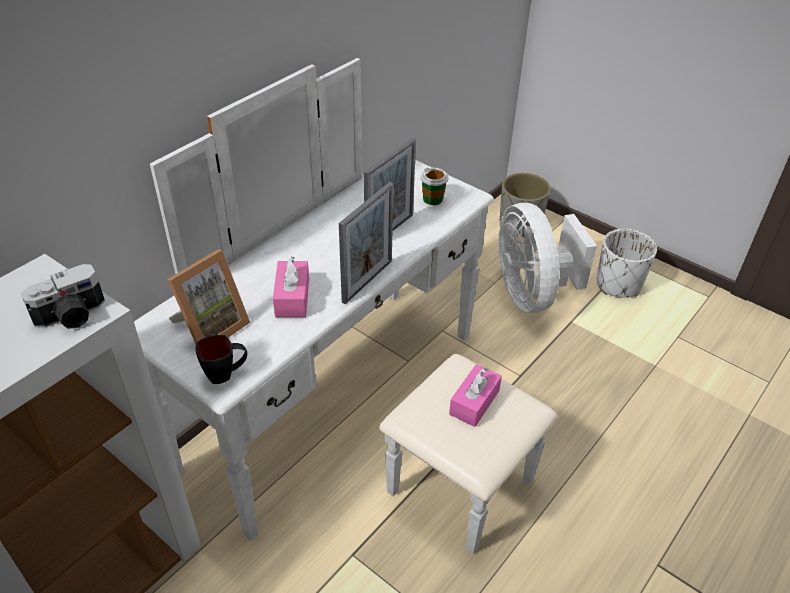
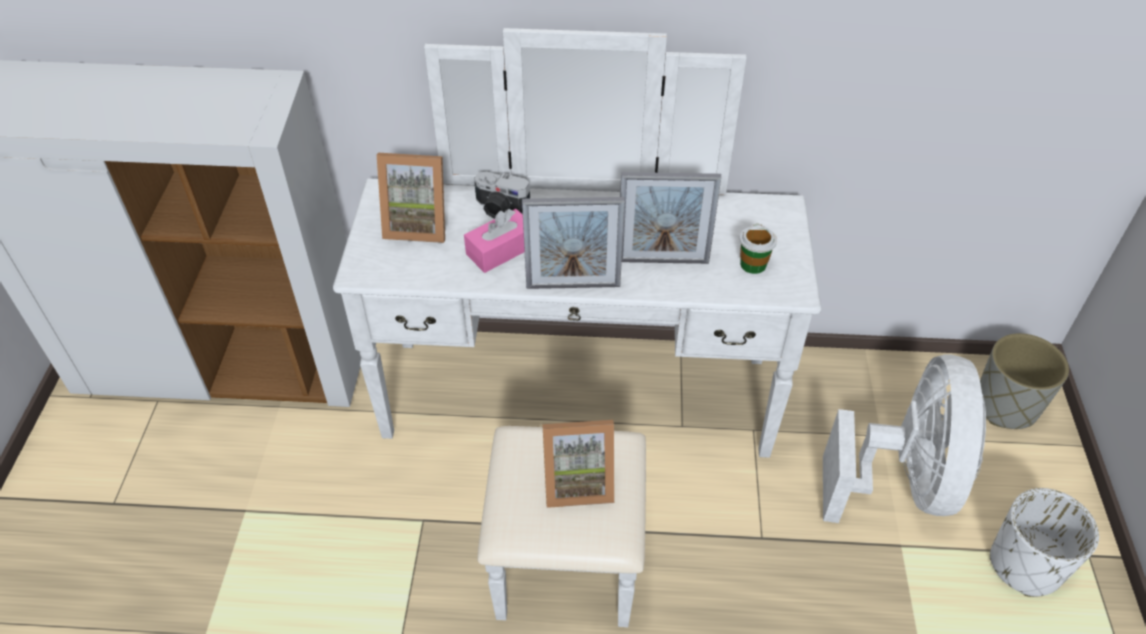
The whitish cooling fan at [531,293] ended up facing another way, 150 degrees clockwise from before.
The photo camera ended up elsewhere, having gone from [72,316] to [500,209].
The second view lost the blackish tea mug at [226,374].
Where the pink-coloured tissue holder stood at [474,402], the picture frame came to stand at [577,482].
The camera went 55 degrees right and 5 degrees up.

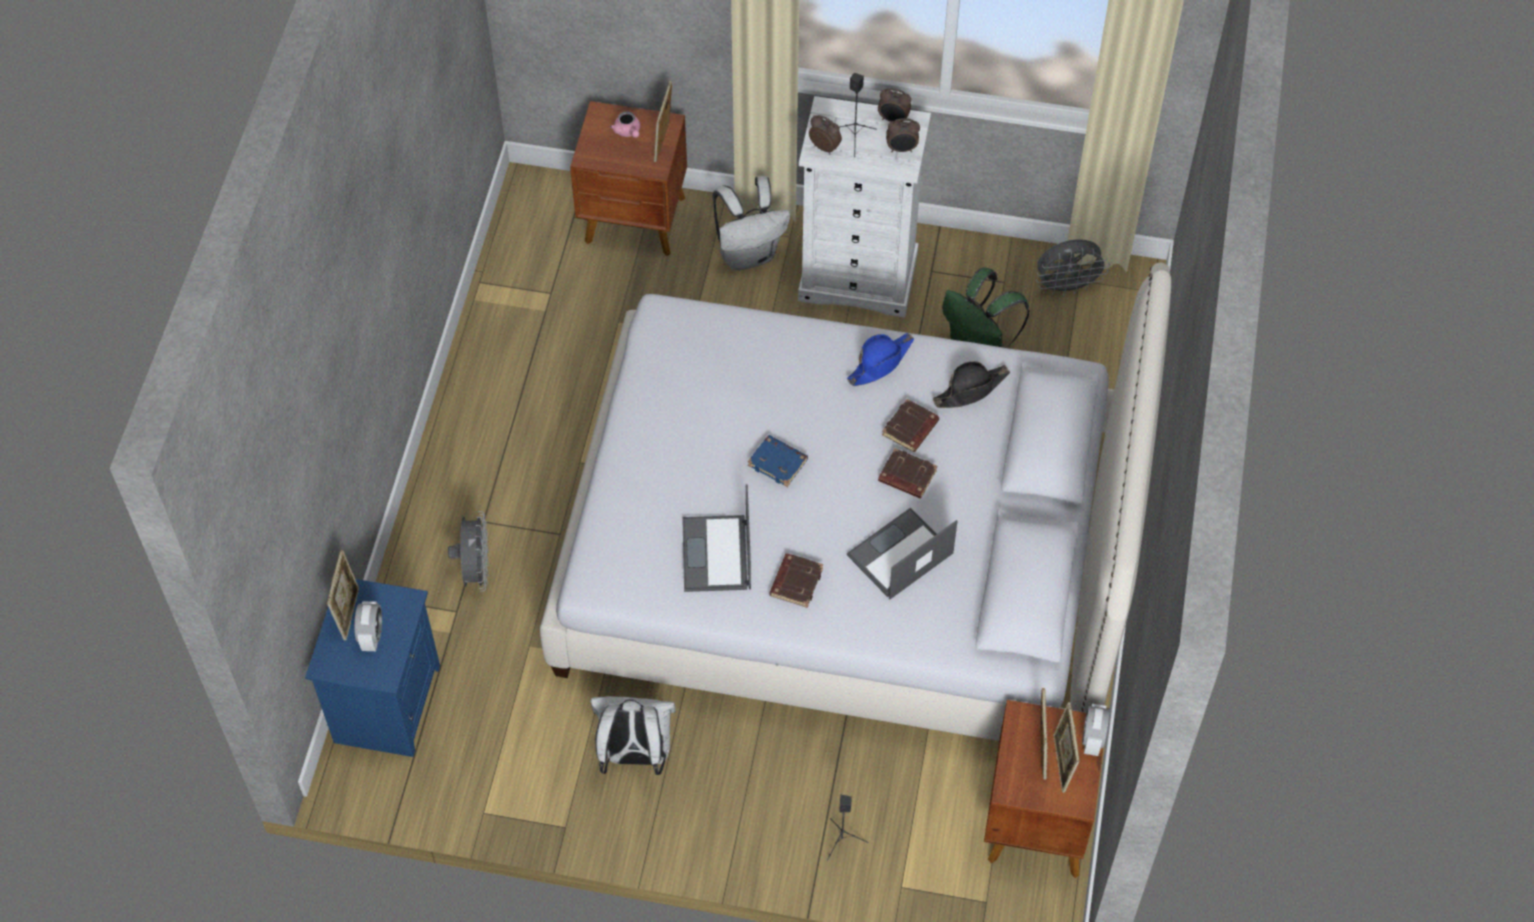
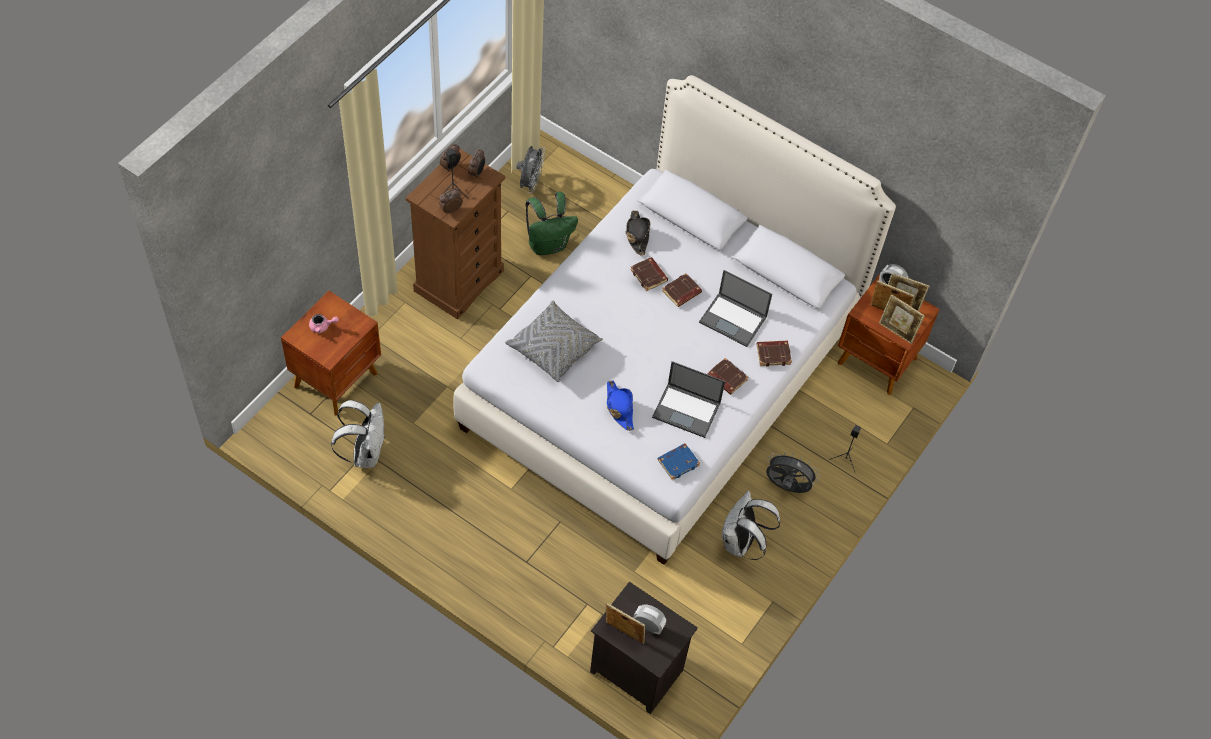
The picture frame ended up elsewhere, having gone from [663,142] to [896,332].
What was the whitish dresser at [859,277] turned into the brownish dresser at [459,280].
The whitish rucksack ended up elsewhere, having gone from [749,254] to [365,452].
The blue wearable hat ended up elsewhere, having gone from [880,362] to [619,407].
The blue bound book ended up elsewhere, having gone from [778,463] to [678,462].
The portable computer at [899,555] ended up facing another way, 45 degrees counterclockwise from before.
The gray cooling fan ended up elsewhere, having gone from [475,571] to [786,487].
What was the blue nightstand at [386,702] turned into the blackish nightstand at [634,671].
The second view gained the gray pillow at [554,348].
The second view gained the brownish bound book at [773,354].
The camera went 70 degrees left and 0 degrees up.

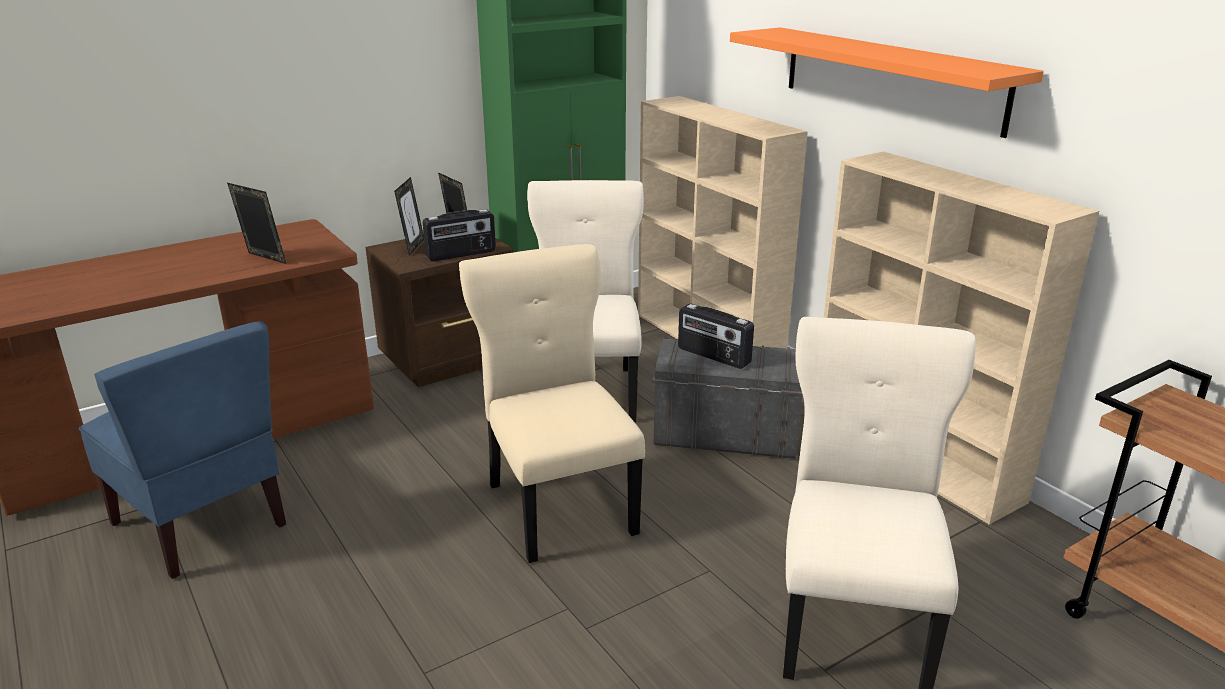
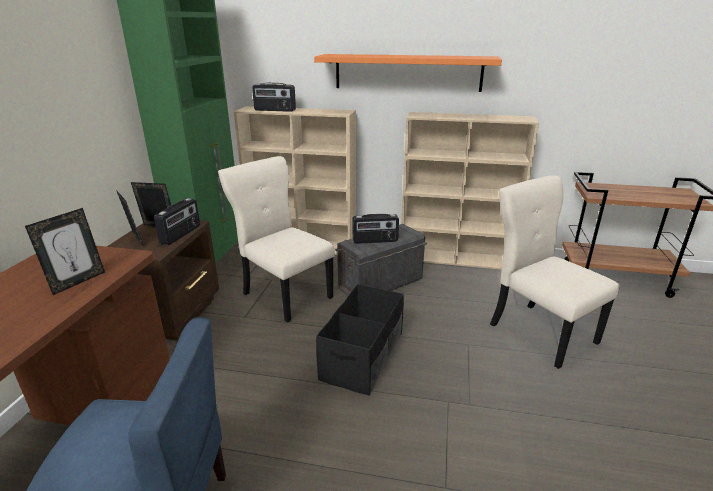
The picture frame at [263,259] ended up facing another way, 135 degrees clockwise from before.
Where the beige-coloured plain chair stood at [559,504], the blackish storage box came to stand at [363,356].
The second view gained the radio set at [275,110].
The camera went 45 degrees left and 0 degrees up.

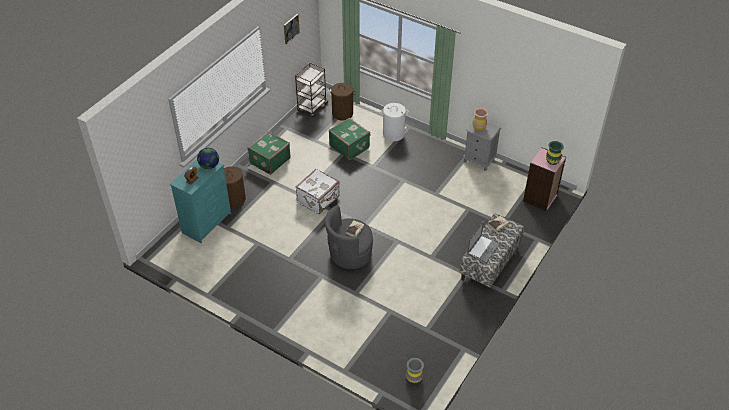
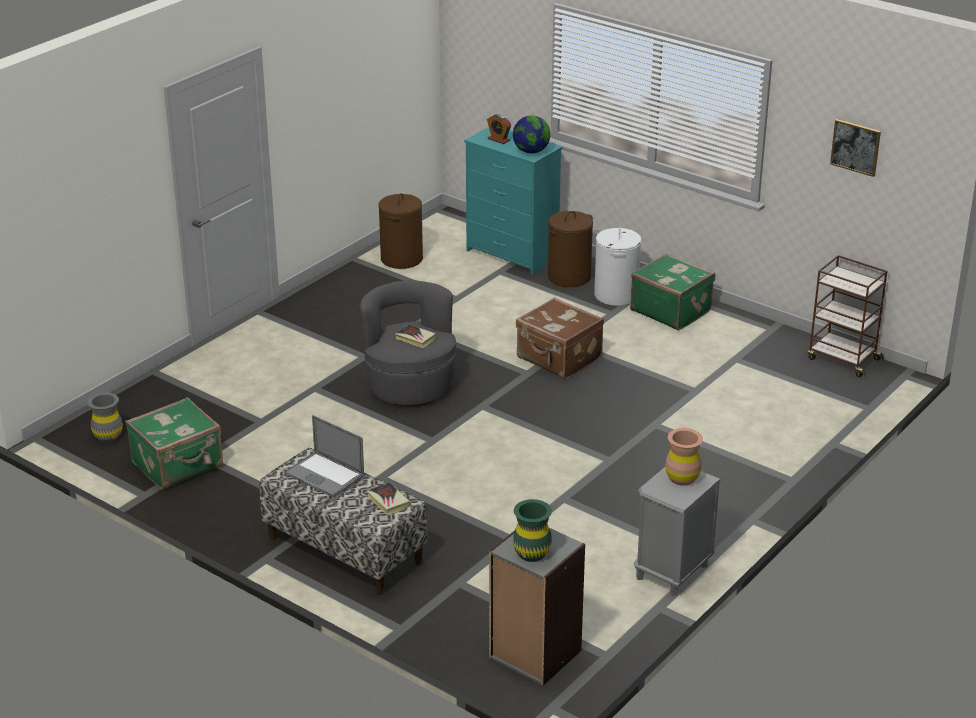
The brownish hamper ended up elsewhere, having gone from [342,113] to [401,259].
The whitish hamper ended up elsewhere, having gone from [393,134] to [616,295].
The green-coloured suitcase ended up elsewhere, having gone from [349,146] to [178,465].
What was the pink-coloured bookshelf at [540,198] turned into the gray bookshelf at [534,654].
What was the whitish suitcase at [319,200] turned into the brownish suitcase at [558,359].
The camera went 95 degrees right and 15 degrees down.

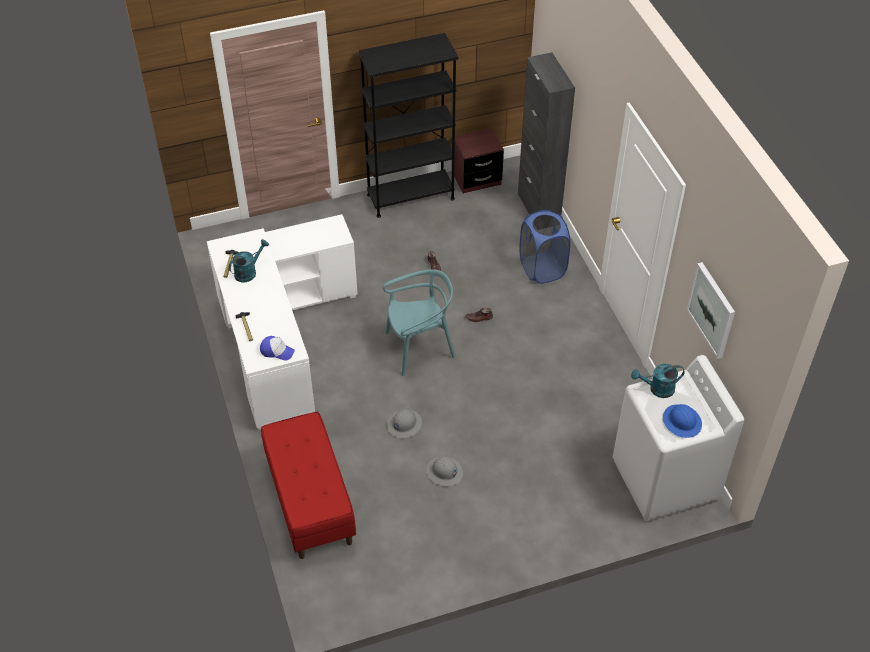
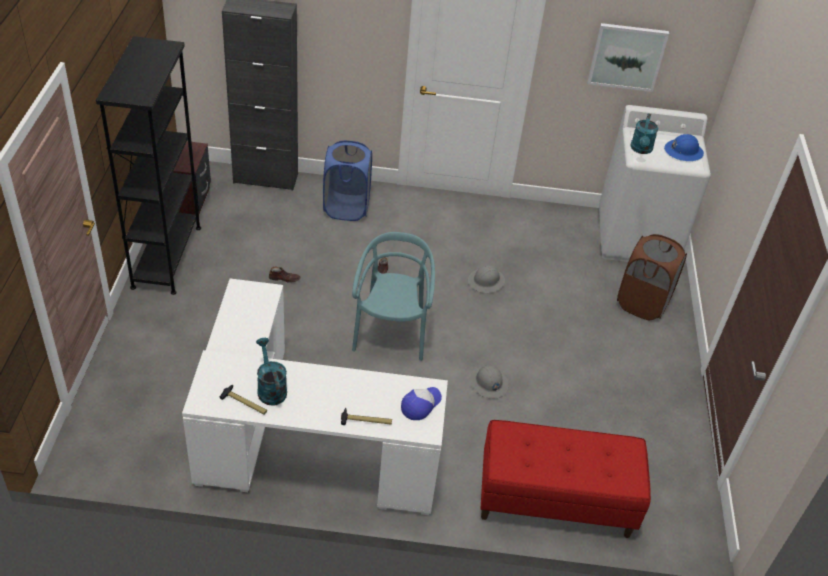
The gray hard hat ended up elsewhere, having gone from [444,472] to [486,281].
The second view gained the brownish hamper at [642,303].
The camera went 70 degrees left and 5 degrees down.

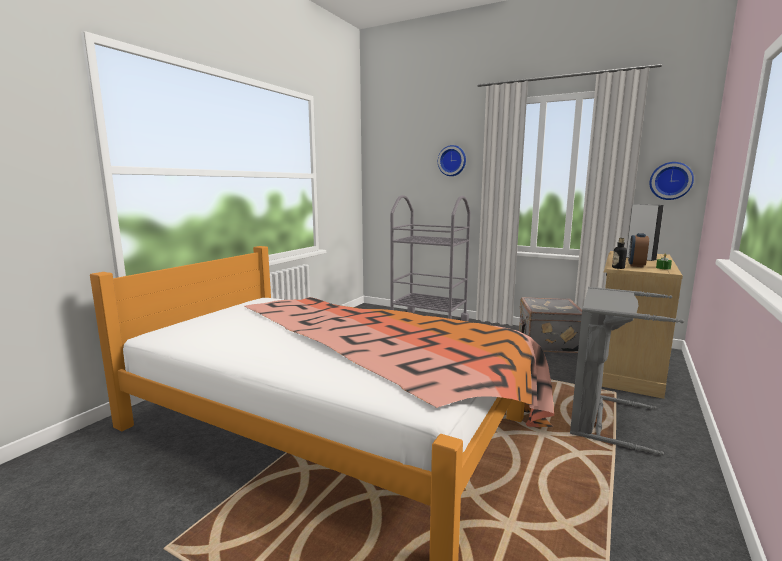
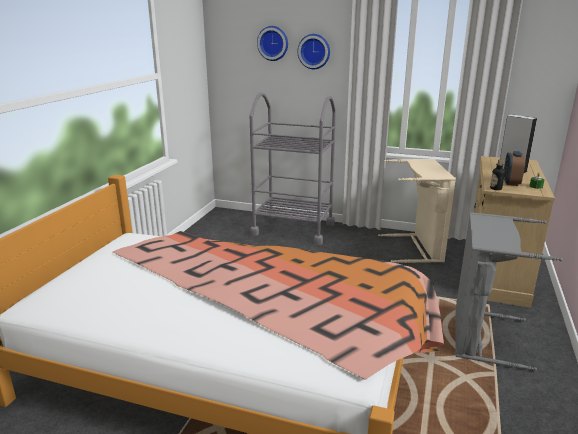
The hanging clock ended up elsewhere, having gone from [670,181] to [273,43].
Where the gray suitcase stood at [547,342], the beige-coloured hamper came to stand at [417,248].
The camera went 10 degrees left and 10 degrees up.

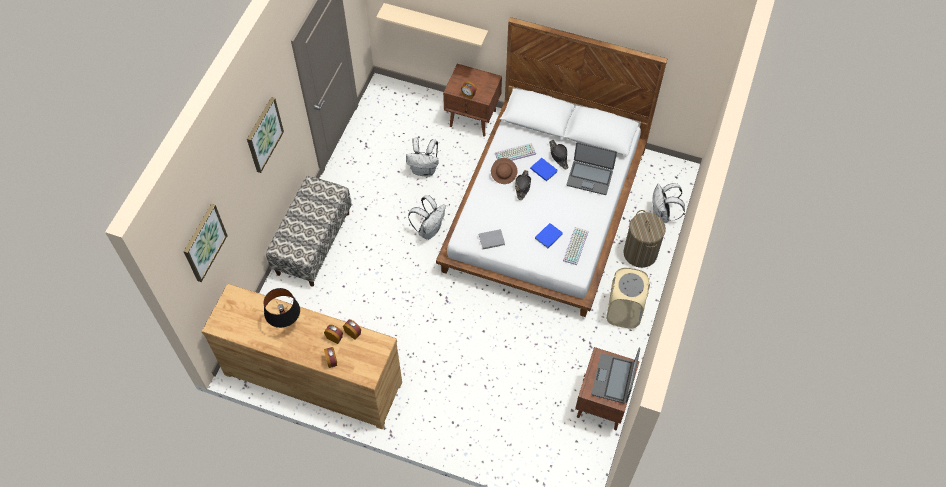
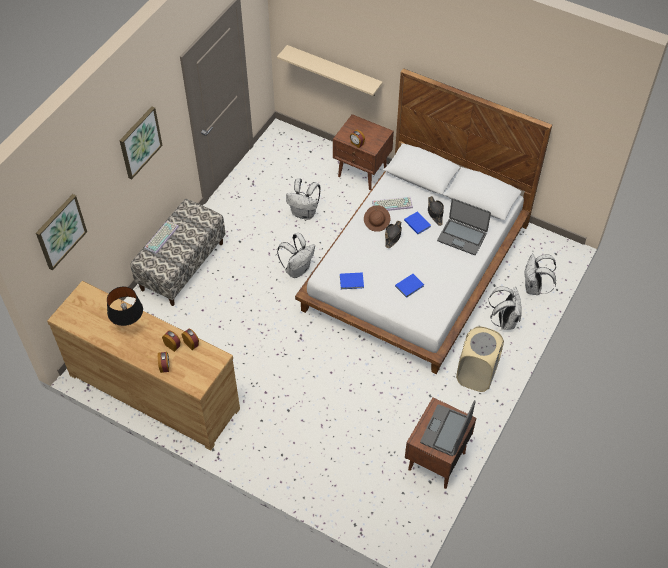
Where the hamper stood at [640,253], the whitish rucksack came to stand at [504,321].
The PC keyboard ended up elsewhere, having gone from [575,245] to [161,236].
What was the gray bound book at [492,240] turned into the blue bound book at [352,282].
The camera went 10 degrees right and 5 degrees down.

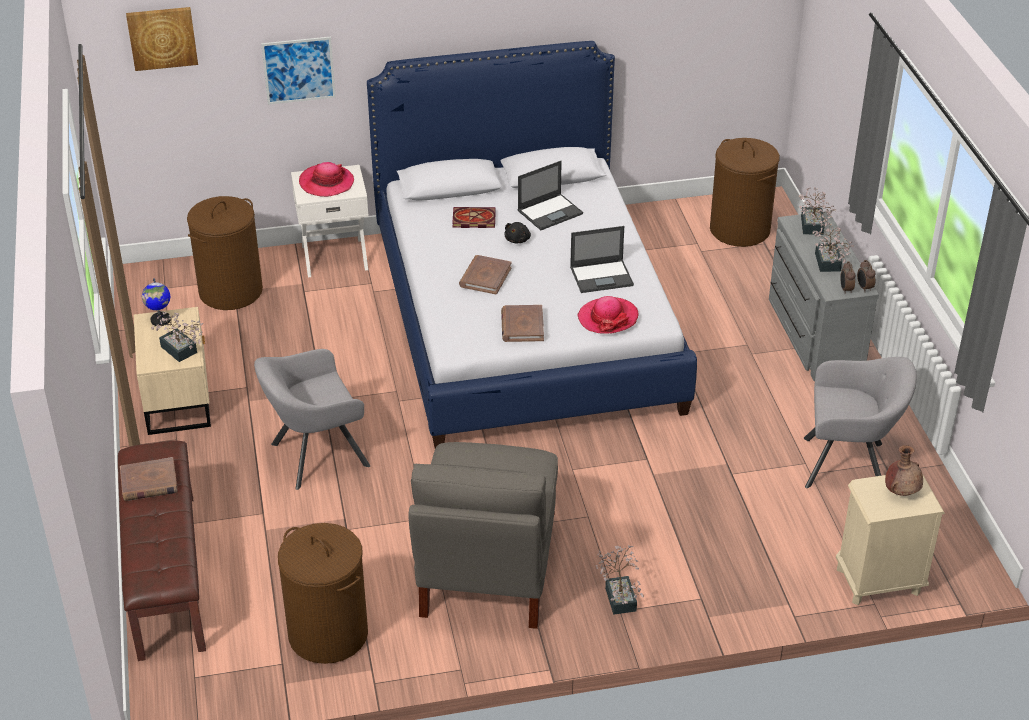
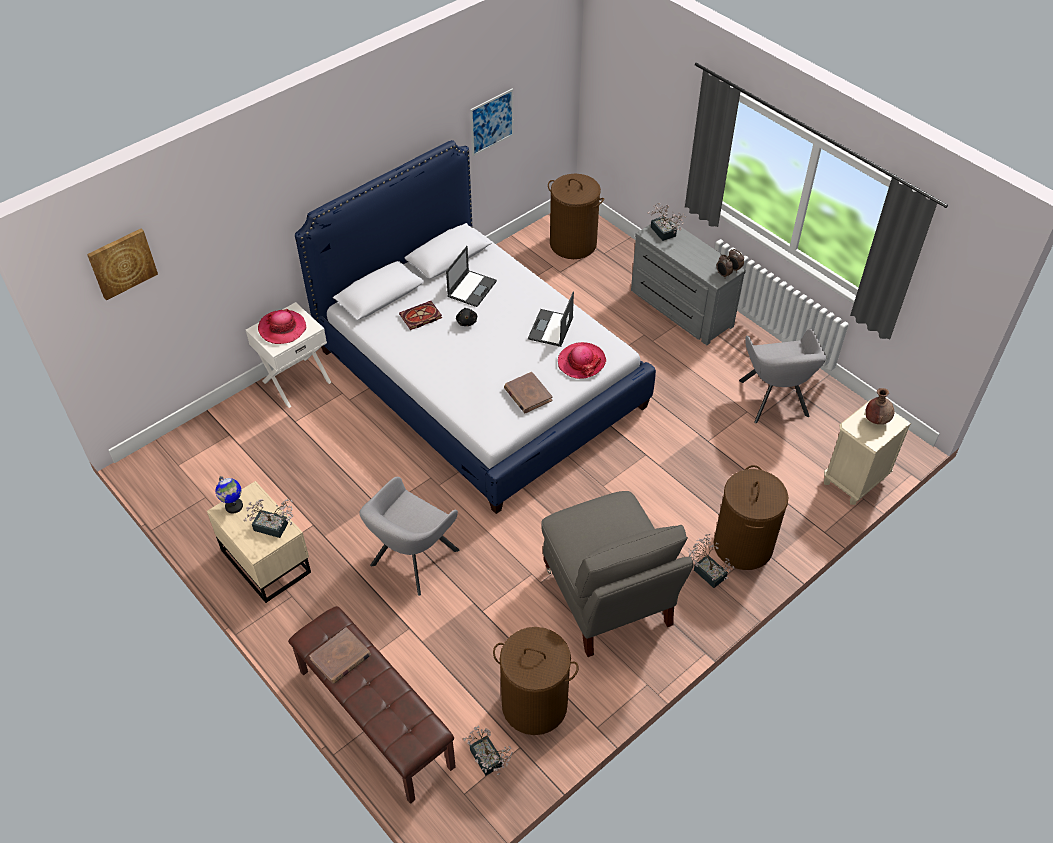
The wall picture ended up elsewhere, having gone from [298,70] to [491,122].
The brownish hamper ended up elsewhere, having gone from [230,291] to [742,545].
The potted plant ended up elsewhere, having gone from [828,264] to [488,761].
The portable computer at [602,276] ended up facing another way, 150 degrees clockwise from before.
The second view lost the brownish bound book at [485,277].
The gray lounge chair at [849,465] ended up facing another way, 105 degrees clockwise from before.
The camera went 30 degrees left and 10 degrees up.

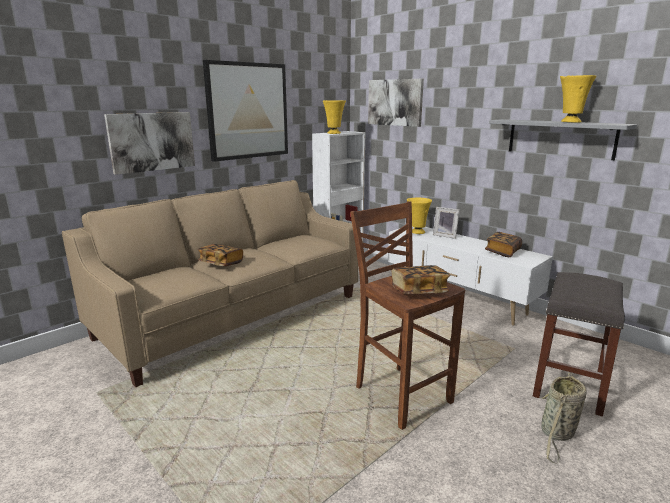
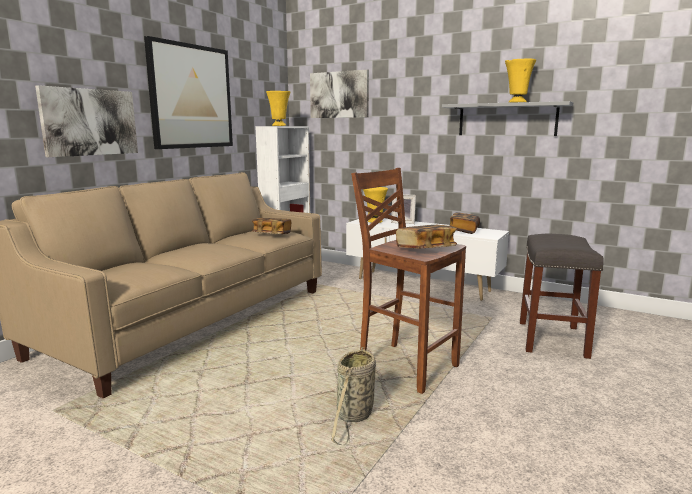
The bound book ended up elsewhere, having gone from [221,263] to [272,234].
The basket ended up elsewhere, having gone from [557,434] to [354,416].
The camera went 15 degrees left and 5 degrees down.

